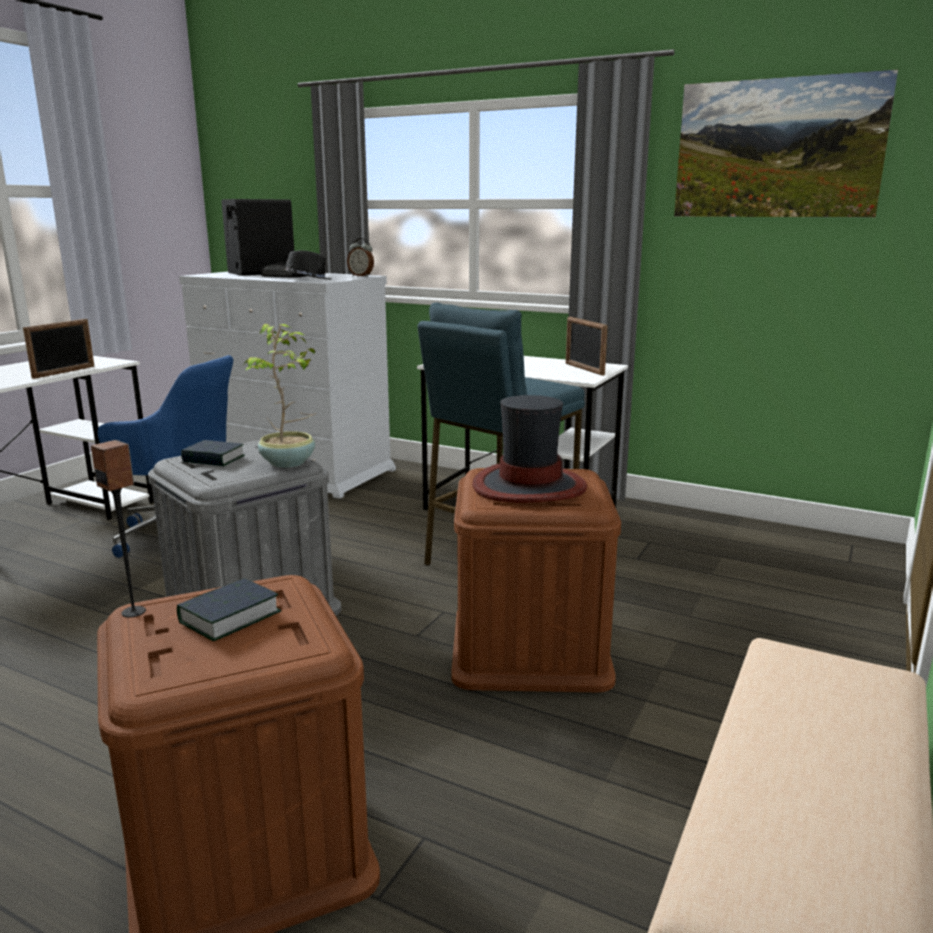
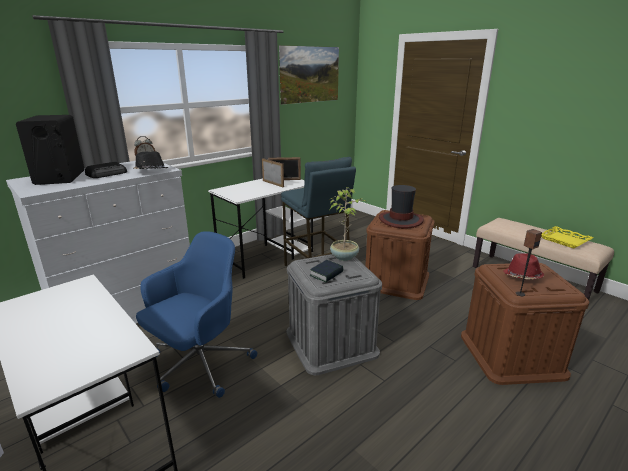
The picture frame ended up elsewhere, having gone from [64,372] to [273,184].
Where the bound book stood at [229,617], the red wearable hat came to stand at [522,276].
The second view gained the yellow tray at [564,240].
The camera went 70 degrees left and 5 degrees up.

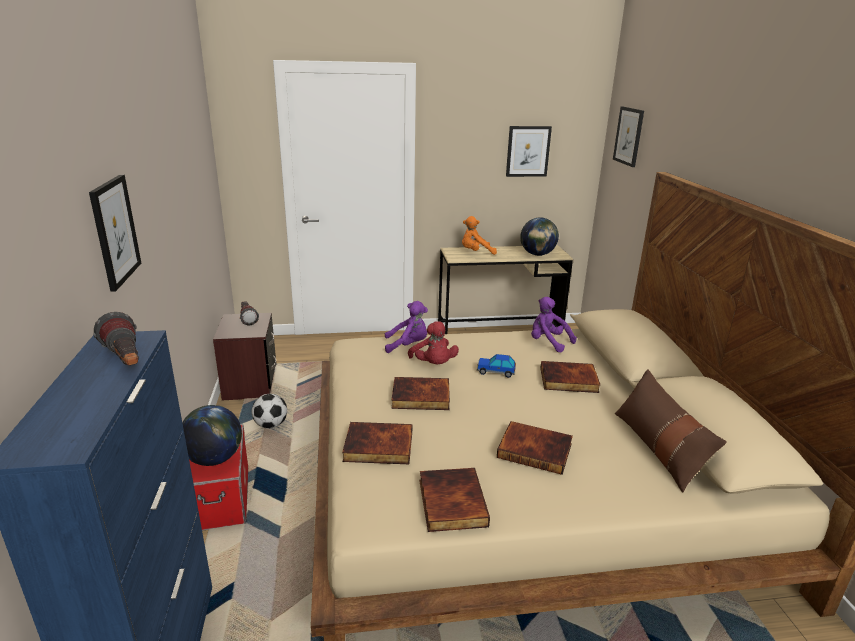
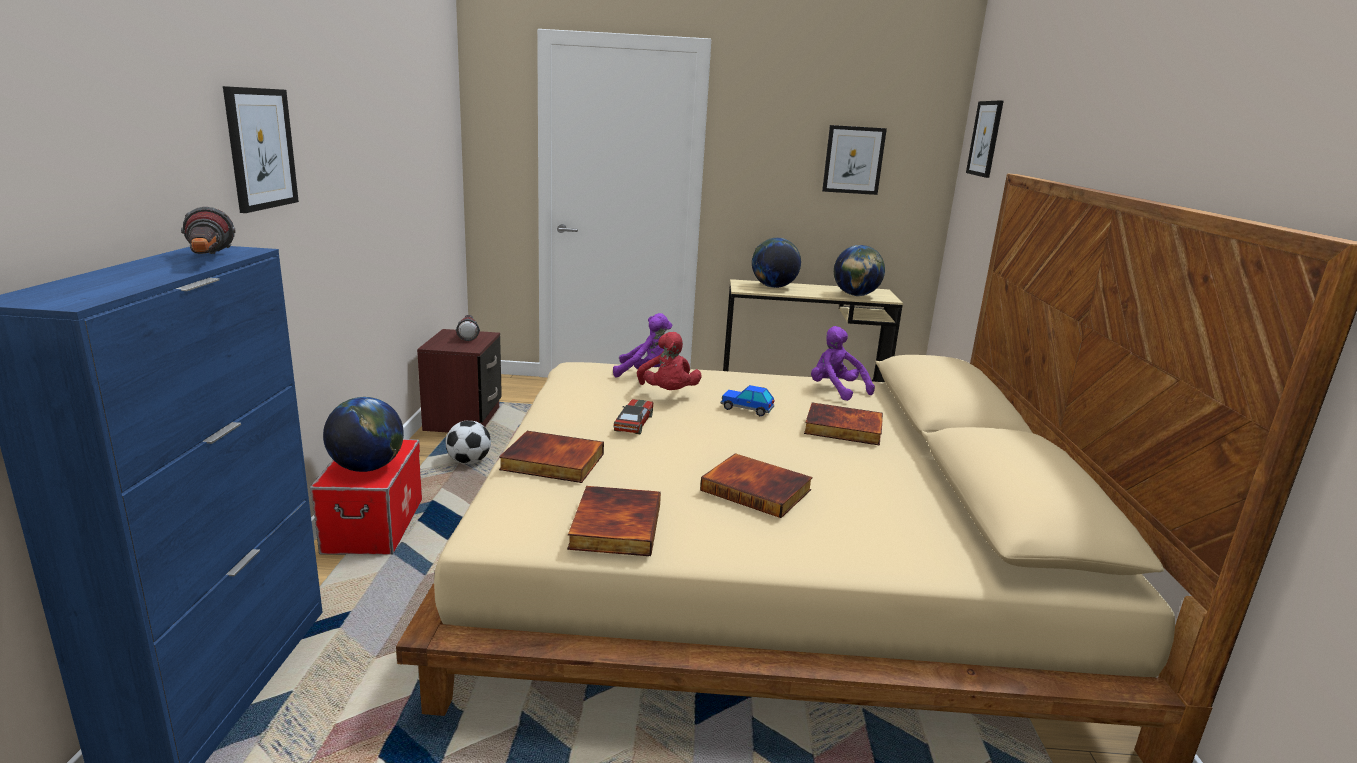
Where the orange plush toy stood at [476,253], the desk globe came to stand at [773,287].
The second view lost the brownish pillow at [658,448].
Where the bound book stood at [420,397], the model car came to stand at [634,423].
The camera went 10 degrees right and 5 degrees down.

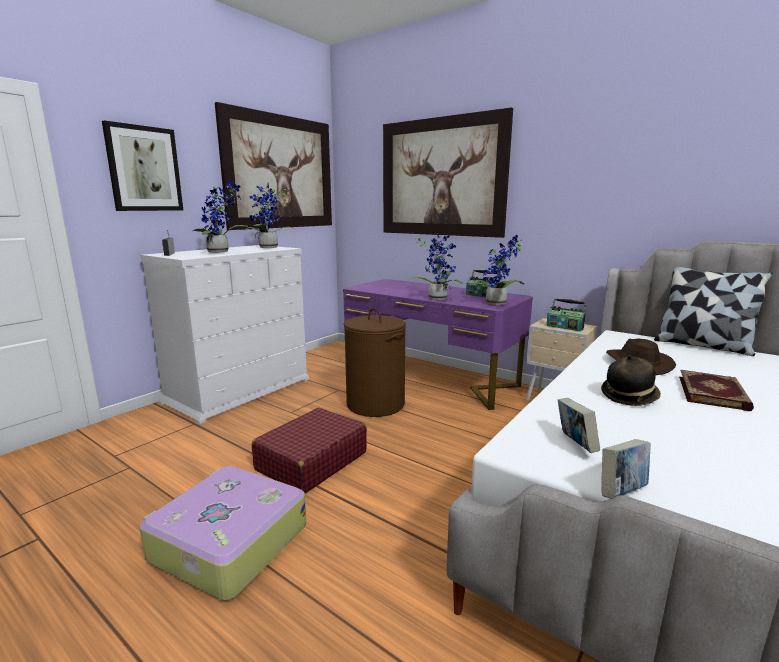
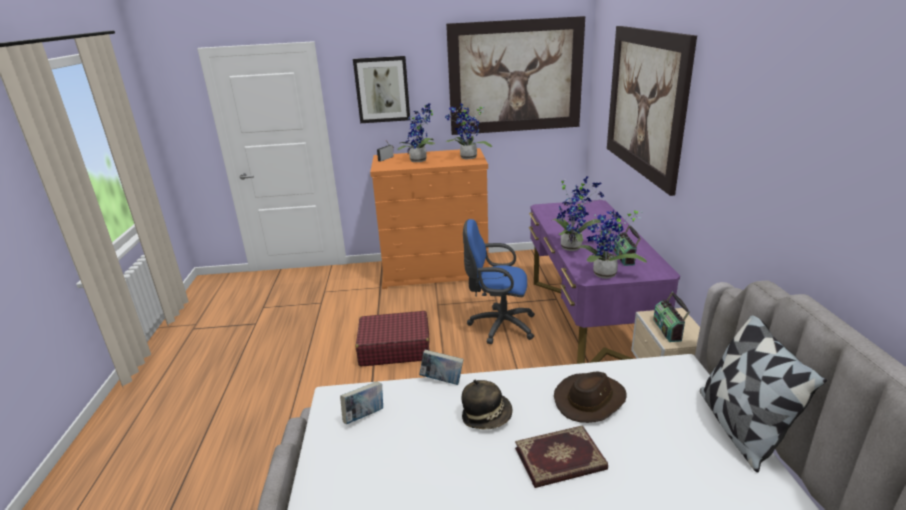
What was the whitish dresser at [239,390] turned into the orange dresser at [436,271].
Where the brownish hamper stood at [375,404], the blue computer chair came to stand at [498,325].
The bound book ended up elsewhere, having gone from [622,492] to [442,380].
The second view lost the suitcase at [228,542].
The camera went 50 degrees right and 10 degrees up.

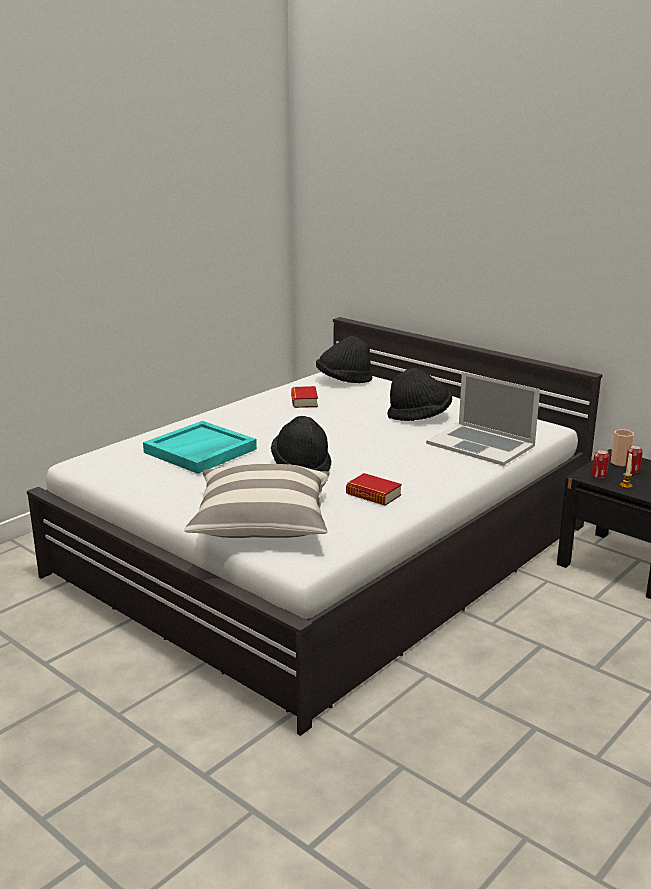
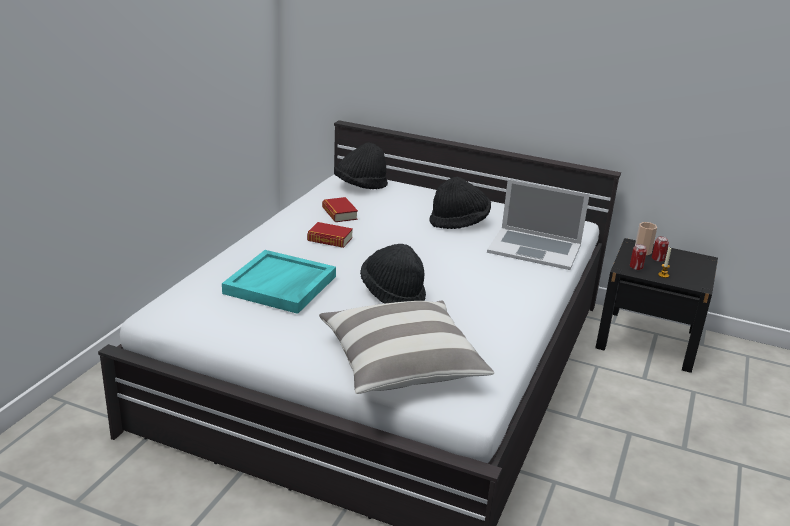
The bound book ended up elsewhere, having gone from [373,495] to [330,239].
The camera went 20 degrees left and 5 degrees up.

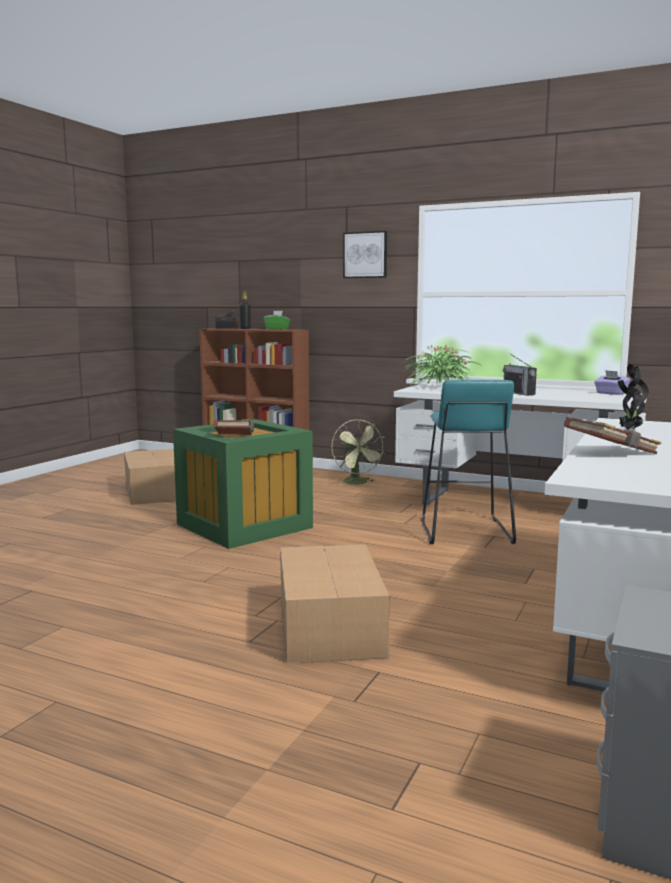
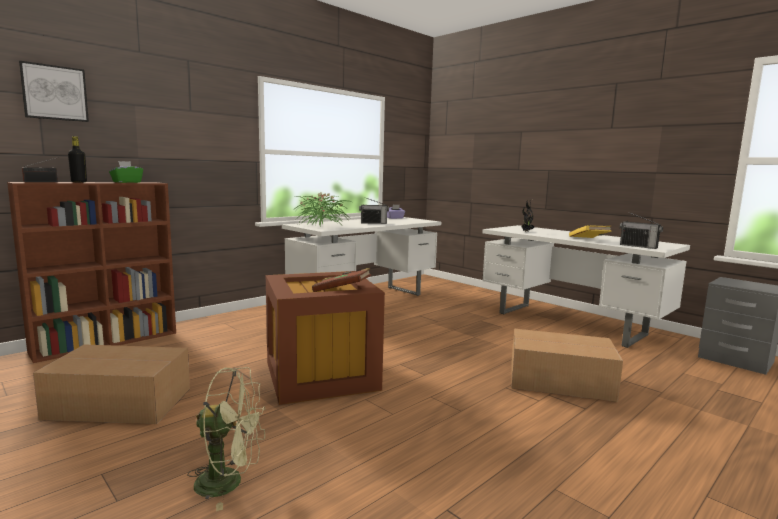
The wall picture ended up elsewhere, having gone from [365,255] to [54,93].
The second view lost the blue-green sitting stool at [464,531].
What was the brownish bound book at [611,452] turned into the yellow bound book at [589,240].
What was the green-coloured storage box at [246,526] turned into the brownish storage box at [322,375].
The green-coloured cooling fan ended up elsewhere, having gone from [358,483] to [229,482].
The second view gained the radio set at [638,246].
The camera went 70 degrees left and 0 degrees up.

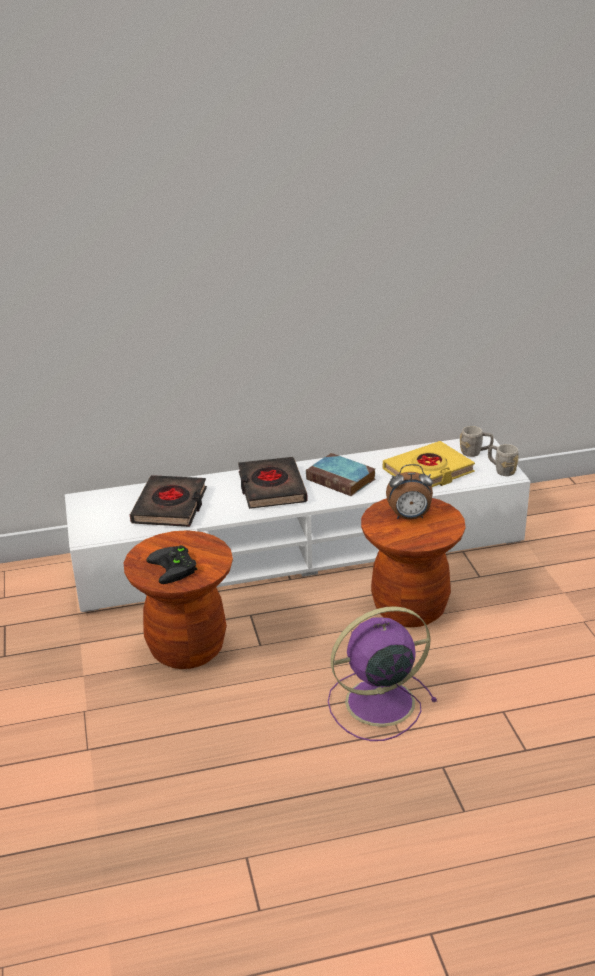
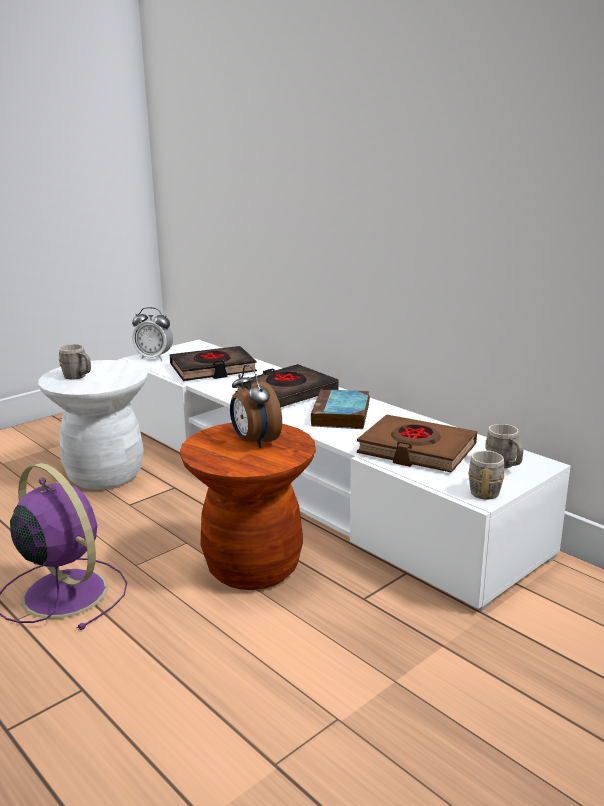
What was the yellow bound book at [428,472] turned into the brownish bound book at [416,450].
What was the brownish sitting stool at [187,648] turned into the whitish sitting stool at [105,475].
Where the blackish gamepad stood at [175,568], the gray tea mug came to stand at [78,377].
The second view gained the bedside clock at [154,358].
The camera went 60 degrees right and 10 degrees down.

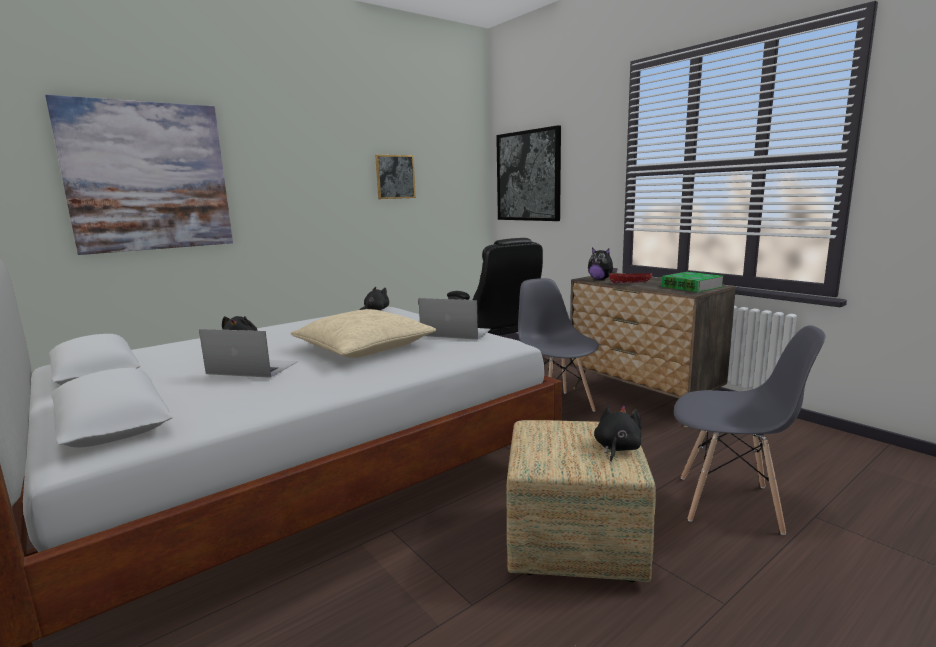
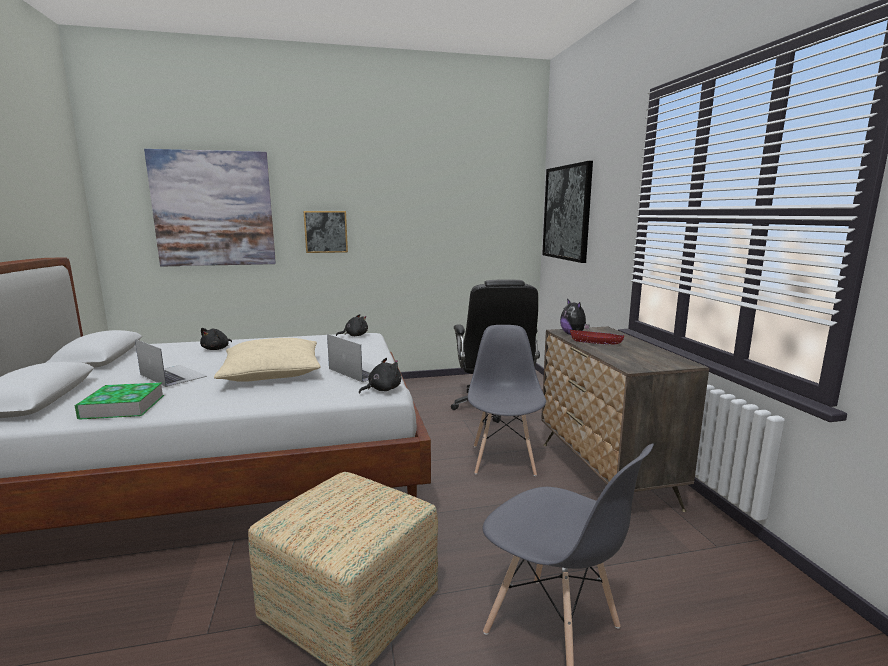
The wall picture ended up elsewhere, having gone from [395,177] to [326,231].
The bound book ended up elsewhere, having gone from [691,287] to [123,406].
The blackish plush toy ended up elsewhere, having gone from [616,448] to [382,389].
The camera went 25 degrees right and 0 degrees up.

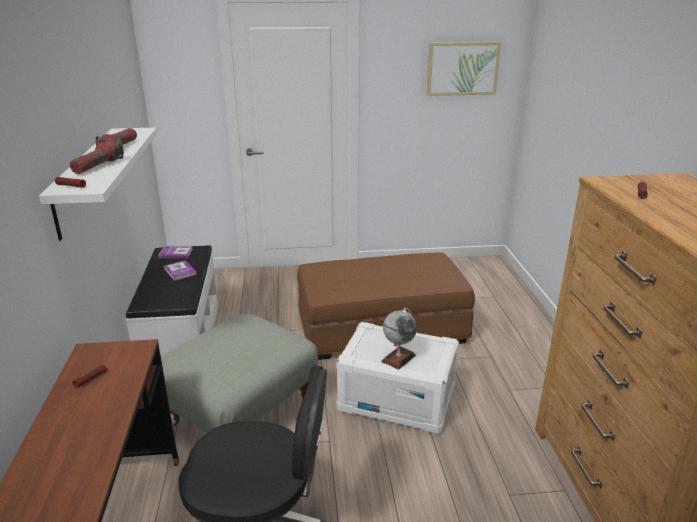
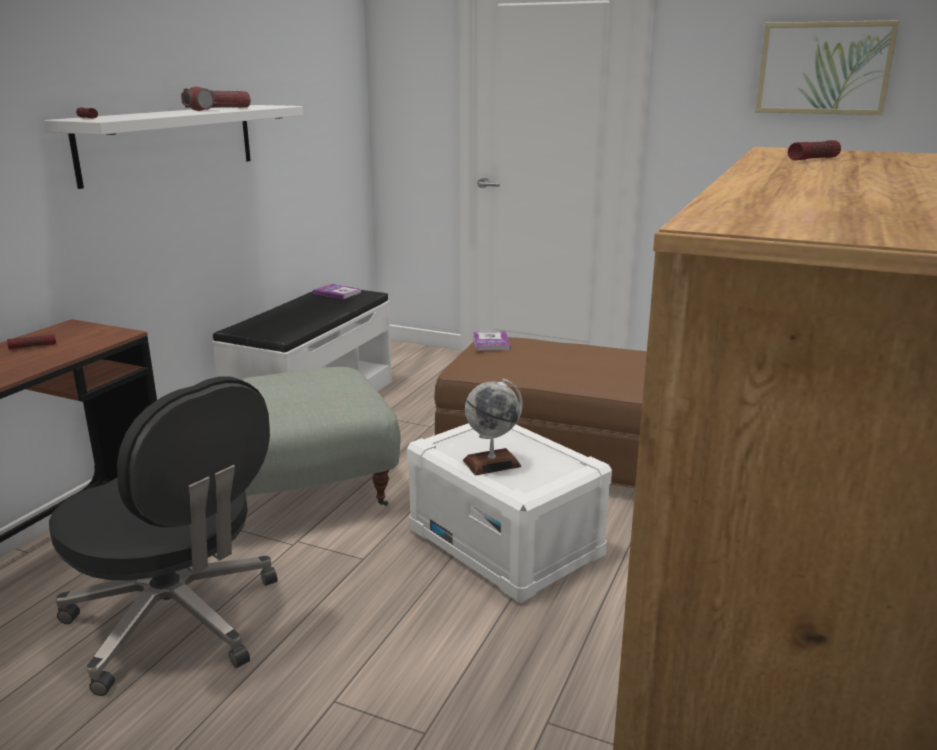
The second view lost the torch at [98,166].
The bound book ended up elsewhere, having gone from [180,271] to [491,343].
The camera went 30 degrees right and 5 degrees down.

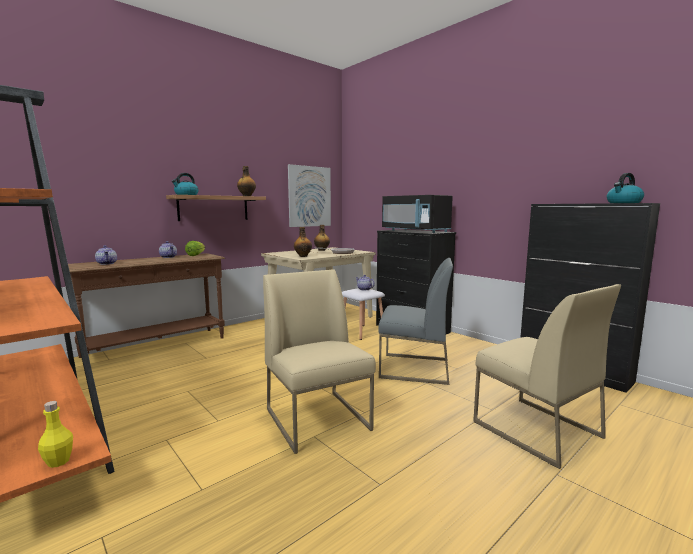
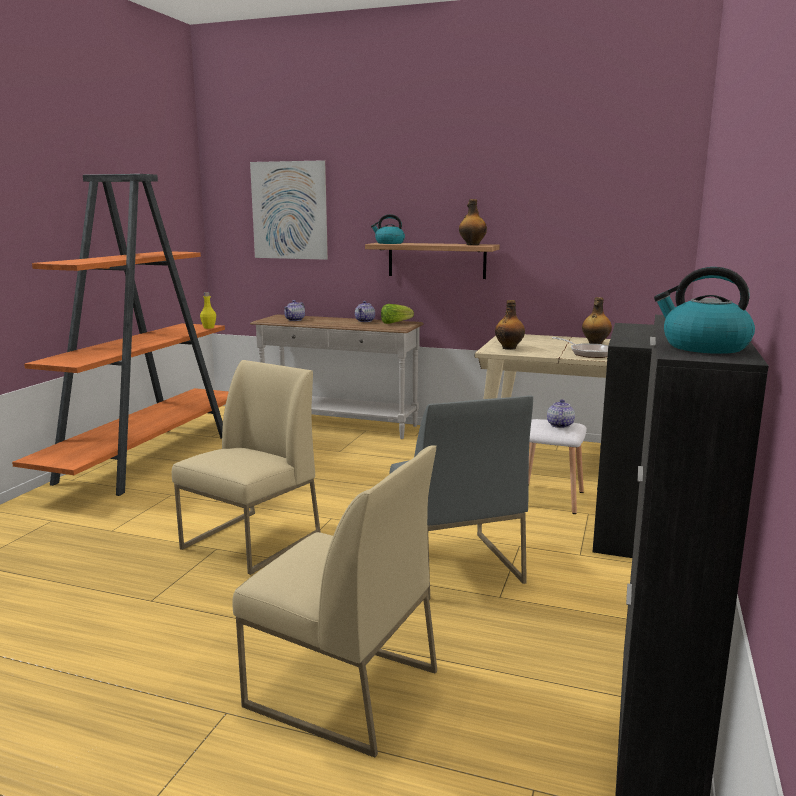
The wall picture ended up elsewhere, having gone from [309,196] to [289,210].
The second view lost the blackish microwave oven at [415,231].
What was the brownish hall table at [156,347] turned into the whitish hall table at [339,425].
The beige-coloured plain chair at [535,429] ended up facing another way, 90 degrees counterclockwise from before.
The yellow beverage bottle ended up elsewhere, having gone from [58,462] to [209,327].
The camera went 60 degrees right and 5 degrees up.

